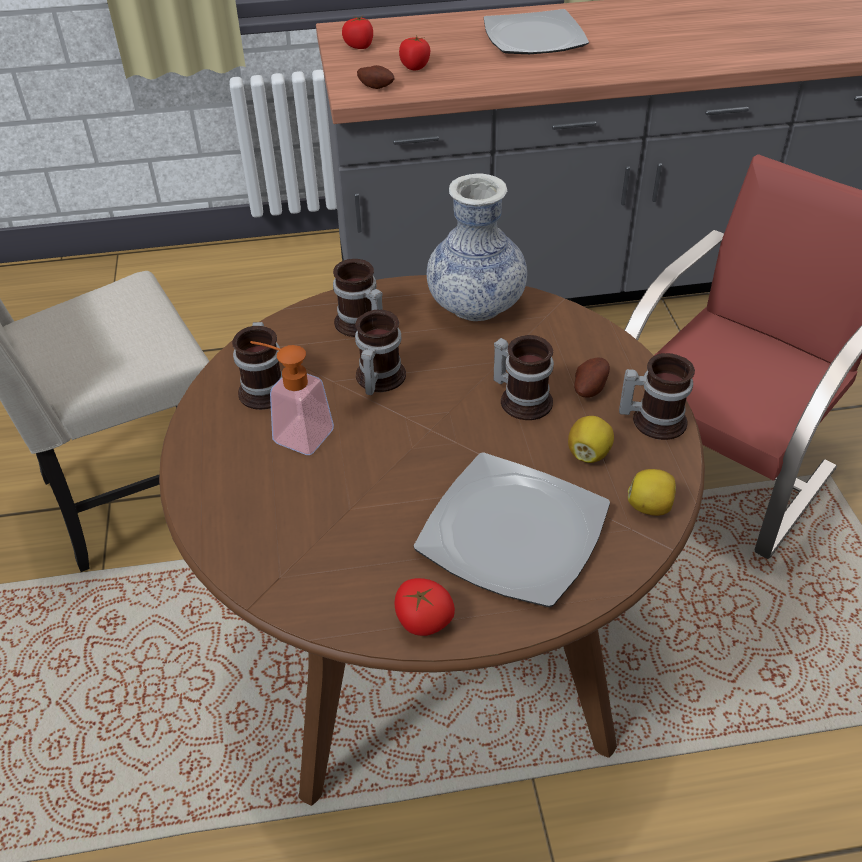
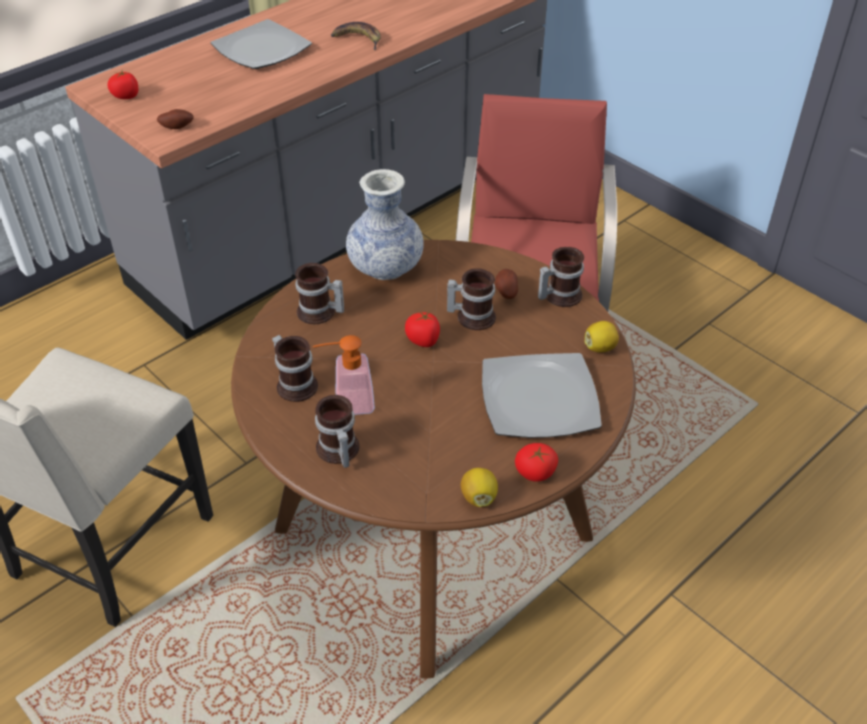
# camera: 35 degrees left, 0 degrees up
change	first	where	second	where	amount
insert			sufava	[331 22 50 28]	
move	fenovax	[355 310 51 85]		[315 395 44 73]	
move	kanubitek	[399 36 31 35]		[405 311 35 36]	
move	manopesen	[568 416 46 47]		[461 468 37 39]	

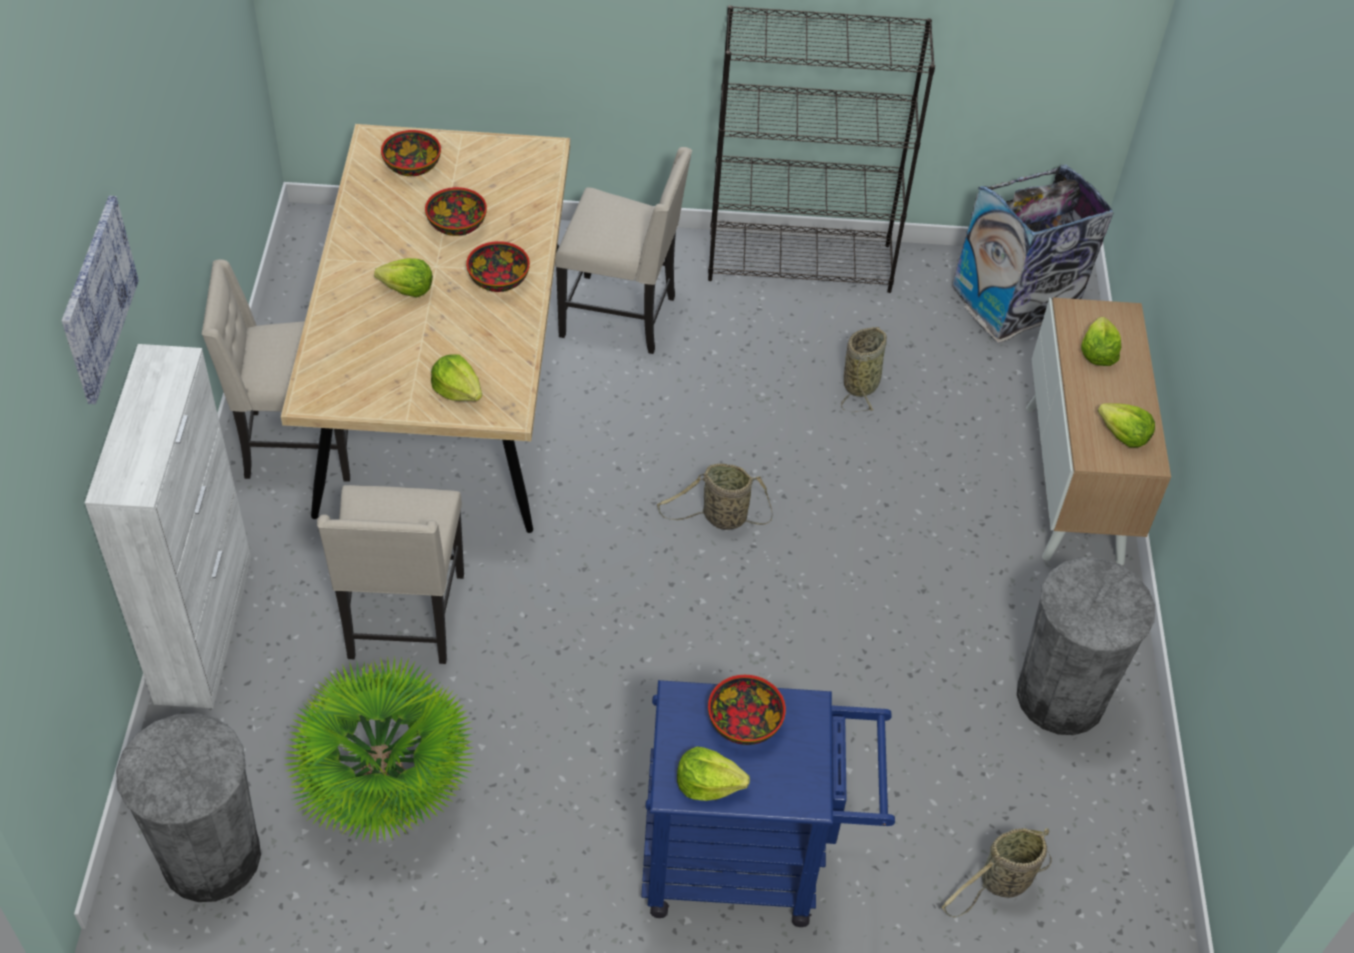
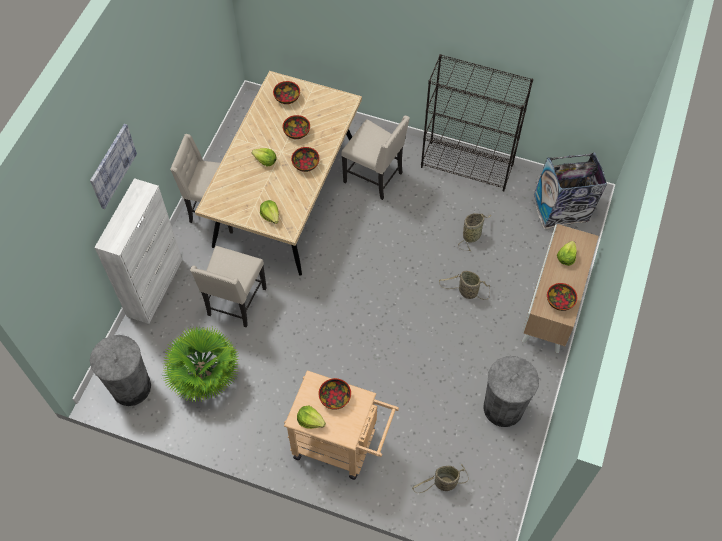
# camera: 20 degrees right, 10 degrees up
change	first	where	second	where	amount
move	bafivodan	[657 464 115 66]		[439 271 51 29]	
replace	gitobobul	[1098 403 57 44]	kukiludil	[547 283 30 28]	
recolor	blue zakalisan	[641 680 254 247]	beige zakalisan	[284 370 115 110]	

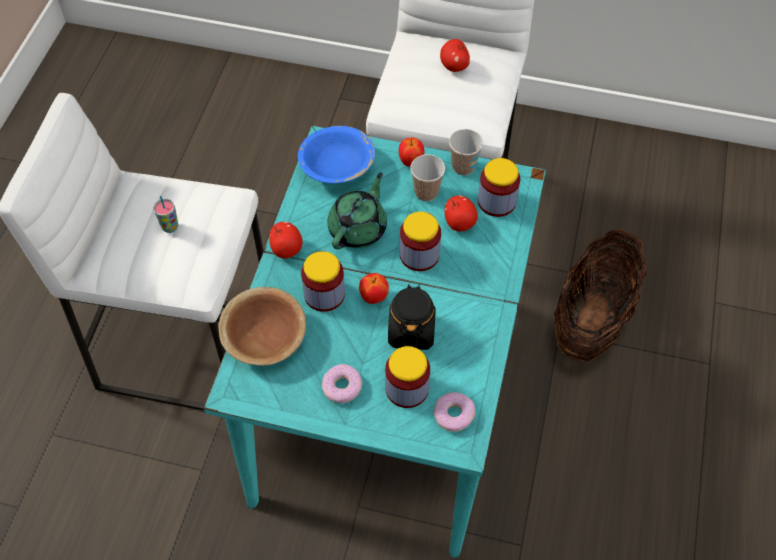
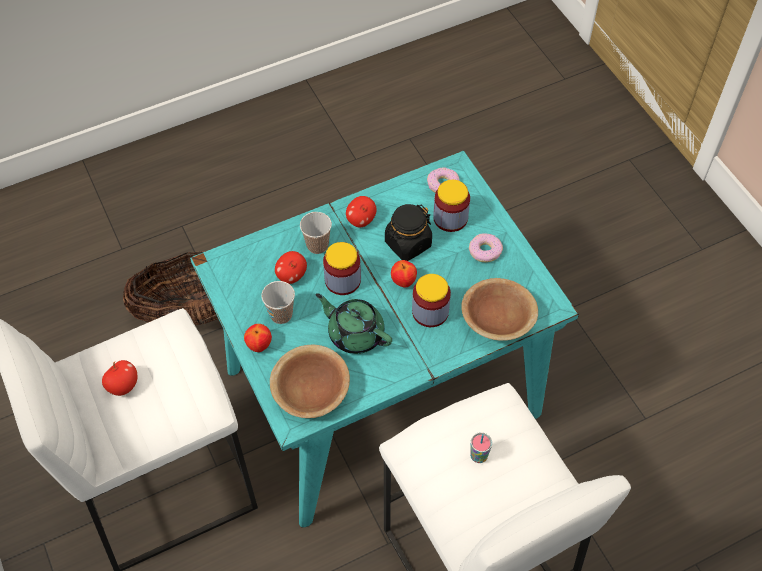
# camera: 130 degrees left, 0 degrees up
change	first	where	second	where	amount
delete	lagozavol	[478 158 42 59]			
move	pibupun	[269 222 33 36]		[346 196 30 31]	
move	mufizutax	[449 129 34 46]		[300 212 32 42]	
recolor	blue kukiludil	[298 126 77 57]	brown kukiludil	[270 345 80 73]	
rotate	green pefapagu	[327 172 60 77]		[316 293 76 61]	45 degrees clockwise

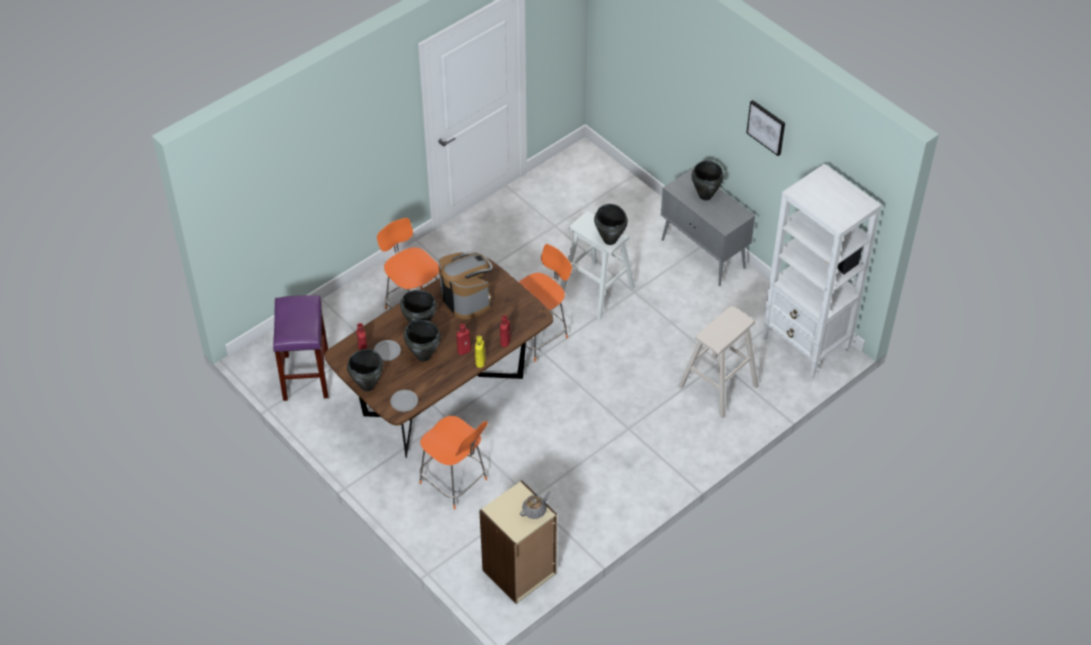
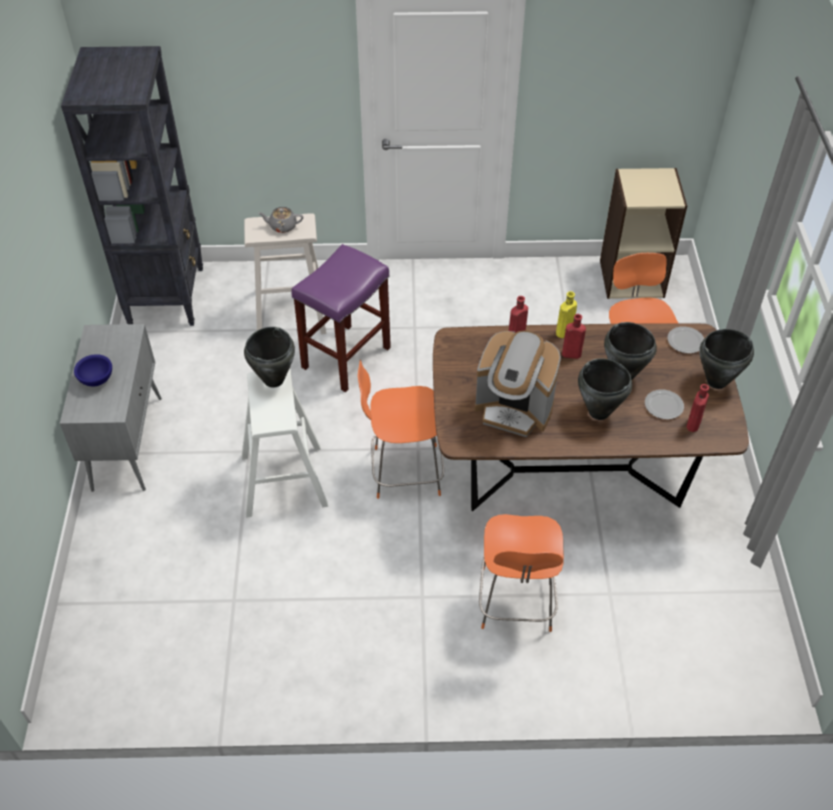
# camera: 140 degrees left, 0 degrees up
change	first	where	second	where	amount
delete	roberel	[746 100 39 56]			
move	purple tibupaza	[273 295 55 106]		[291 244 100 148]	
move	grey pefapagu	[520 491 31 28]		[258 207 45 26]	
replace	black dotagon	[692 160 32 40]	blue kukiludil	[74 354 38 32]	
recolor	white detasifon	[763 164 118 214]	black detasifon	[61 46 142 280]	
rotate	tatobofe	[438 252 55 68]		[475 330 86 107]	75 degrees counterclockwise

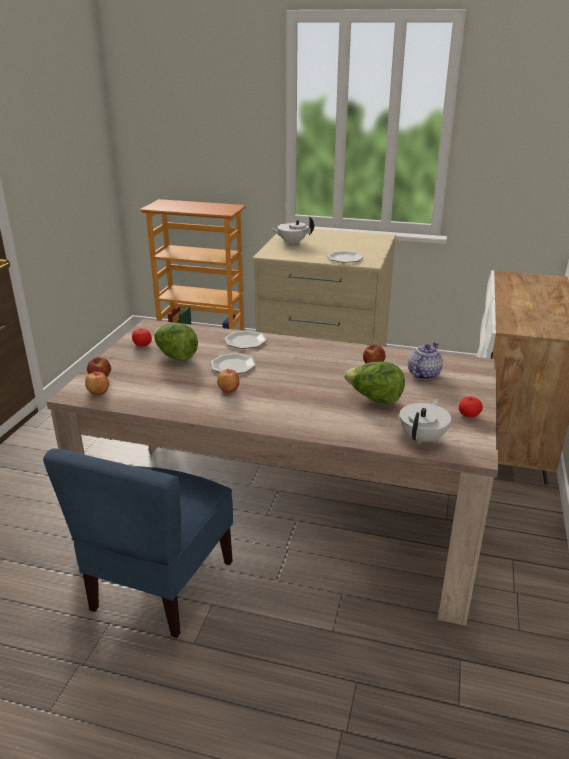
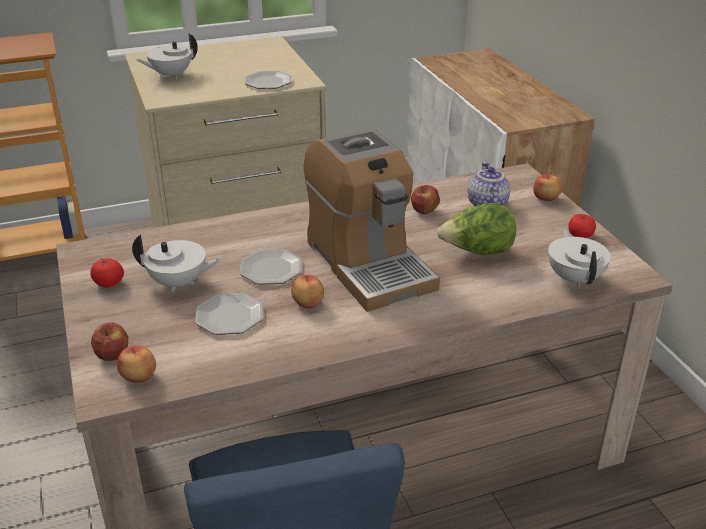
# camera: 35 degrees left, 5 degrees up
change	first	where	second	where	amount
insert			tatobofe	[304 128 136 184]	
insert			pibupun	[533 174 29 27]	
move	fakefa	[224 330 43 19]		[195 293 68 42]	
replace	gitobobul	[154 323 44 38]	white pefapagu	[132 234 90 58]	

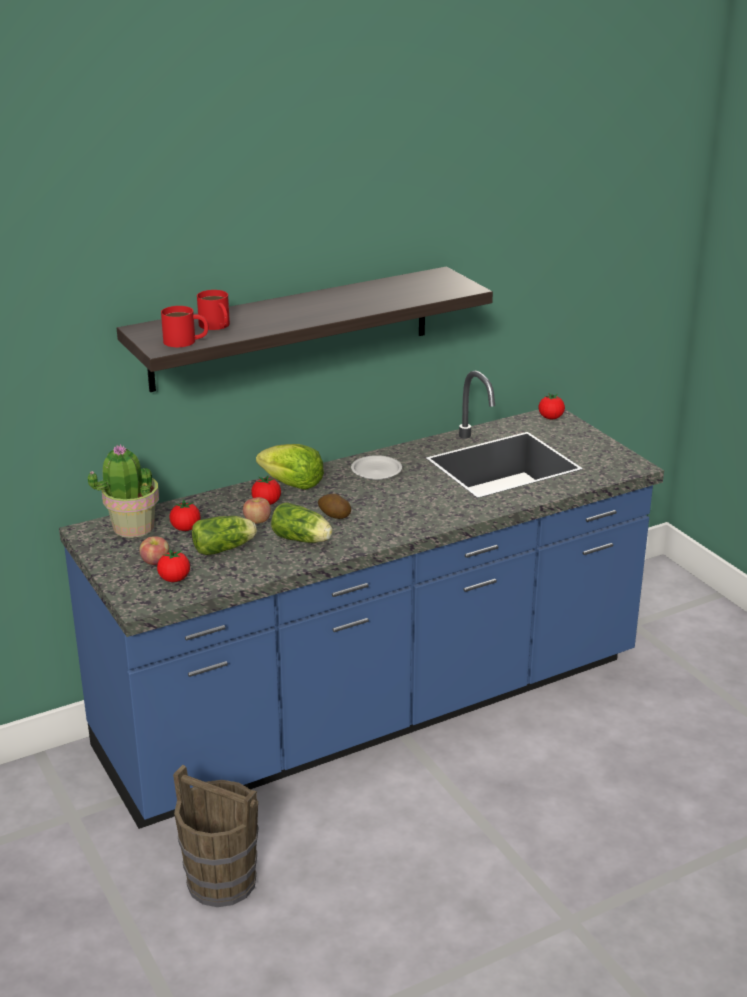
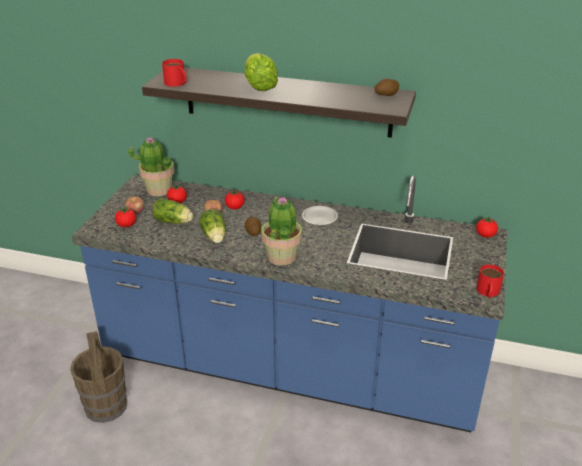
# camera: 45 degrees right, 5 degrees up
change	first	where	second	where	amount
insert			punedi	[261 196 41 70]	
insert			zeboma	[375 78 24 18]	
move	red fenovax	[197 290 33 40]		[476 264 28 34]	
move	gitobobul	[256 444 68 46]		[245 53 33 38]	

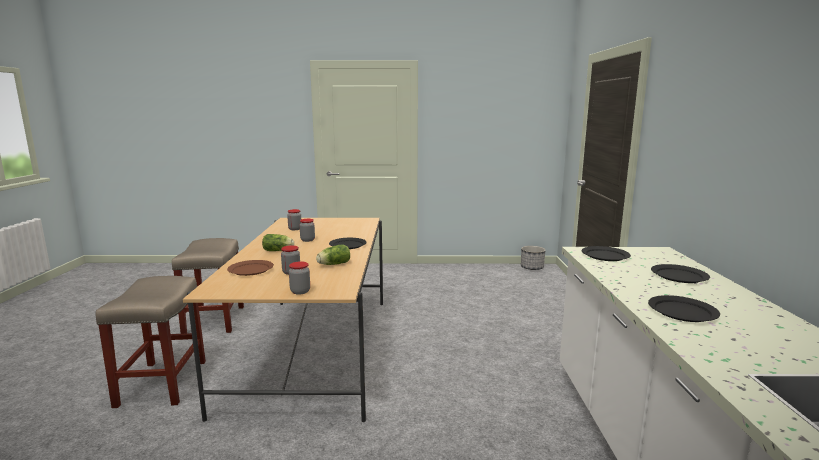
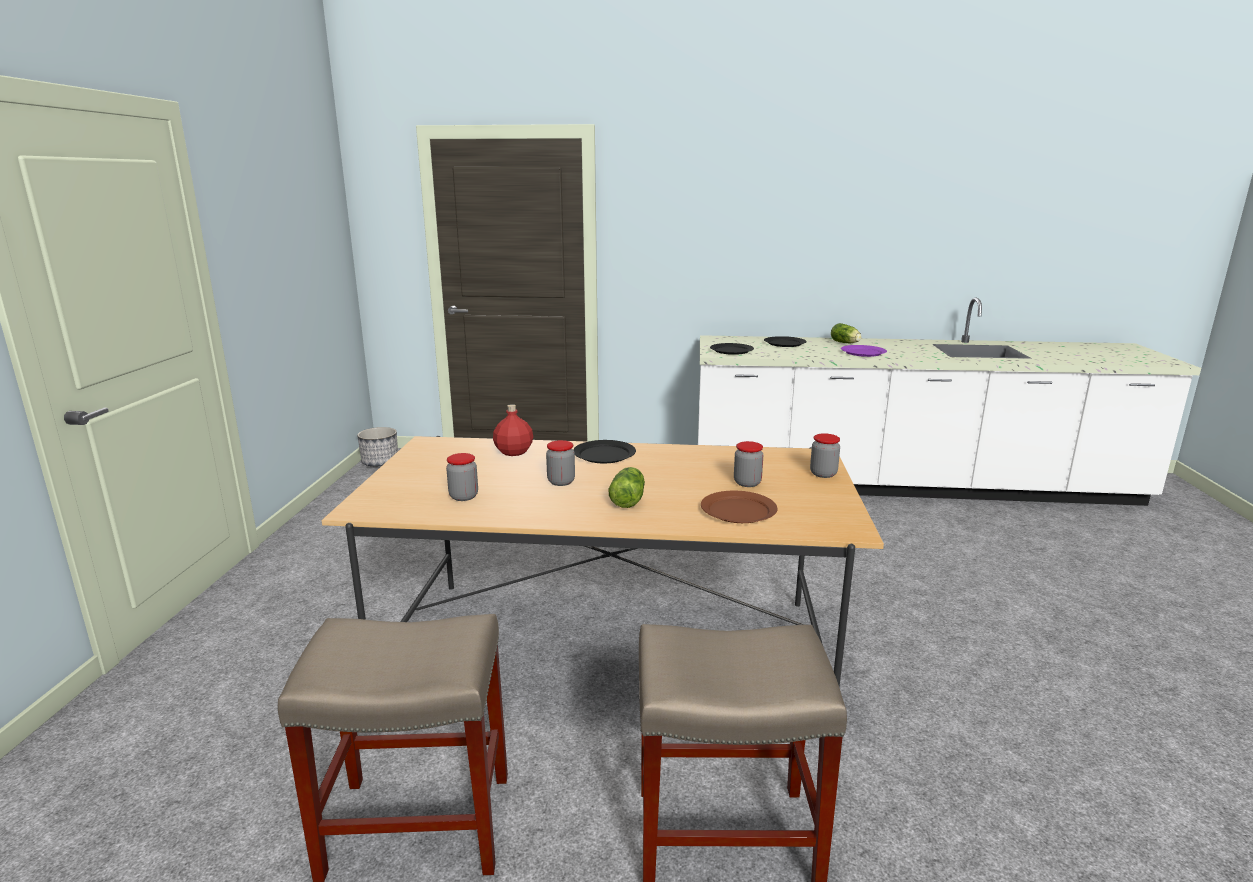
# camera: 85 degrees left, 5 degrees up
change	first	where	second	where	amount
insert			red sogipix	[493 404 40 52]	
move	gitobobul	[316 245 34 20]		[831 323 31 20]	
recolor	black fakefa	[648 295 72 27]	purple fakefa	[841 345 46 12]	

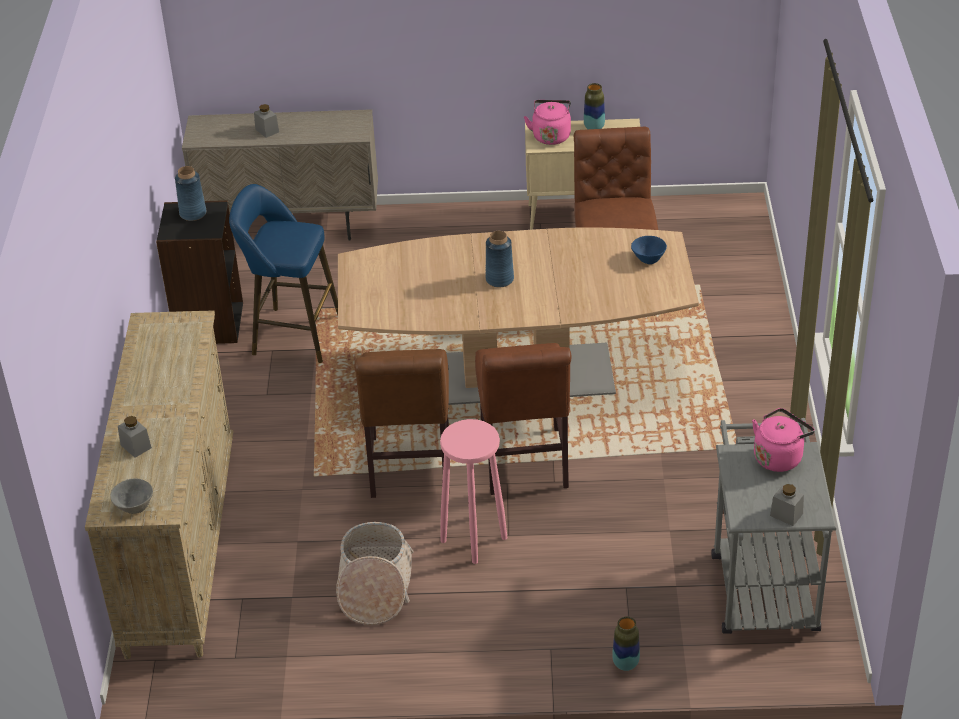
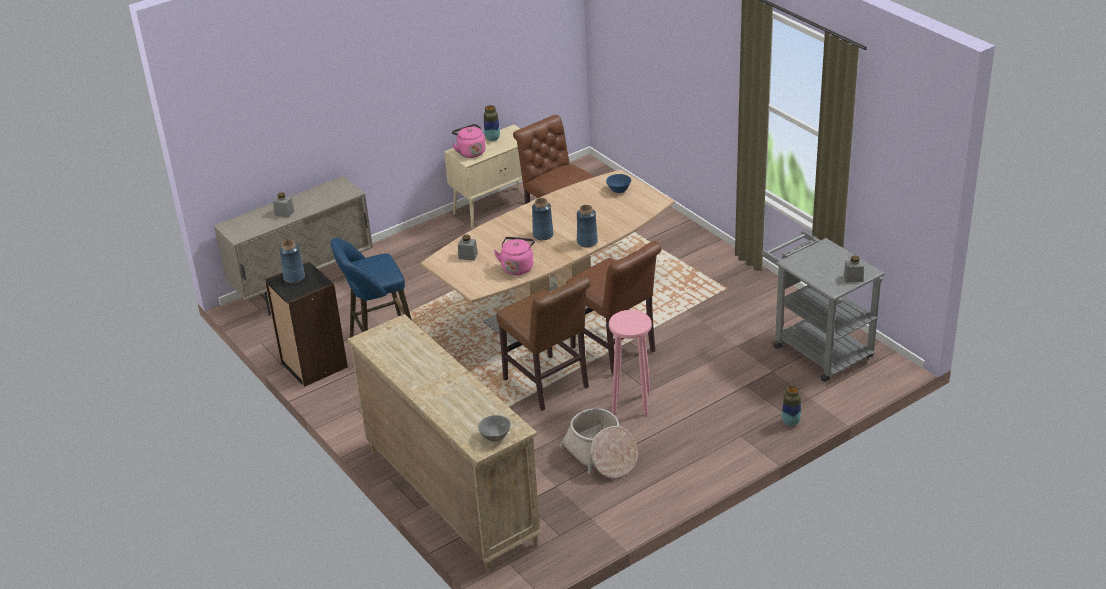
# camera: 35 degrees left, 5 degrees down
change	first	where	second	where	amount
insert			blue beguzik	[577 205 21 42]	
move	grey lagozavol	[118 416 34 42]		[458 235 20 26]	
move	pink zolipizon	[752 408 63 64]		[494 237 41 38]	

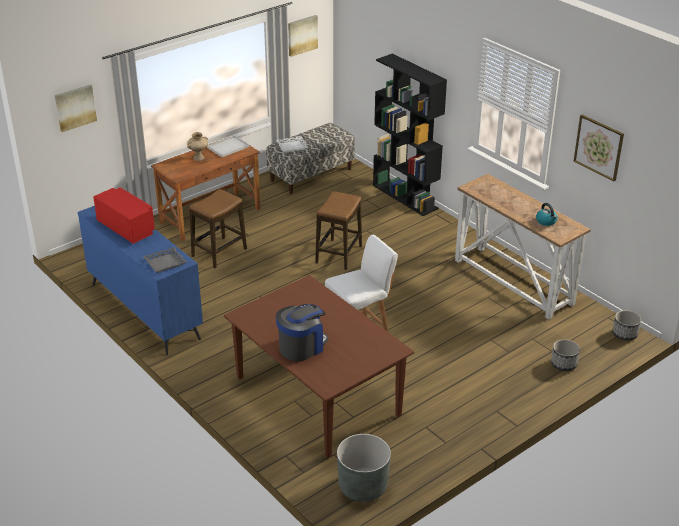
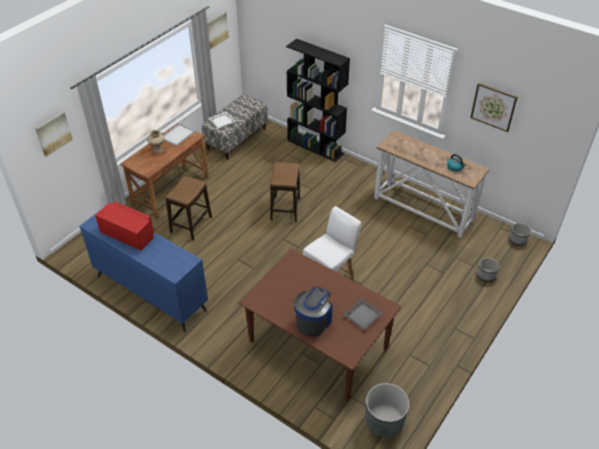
# camera: 15 degrees left, 10 degrees up
change	first	where	second	where	amount
move	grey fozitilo	[143 247 44 26]		[343 298 40 32]	

